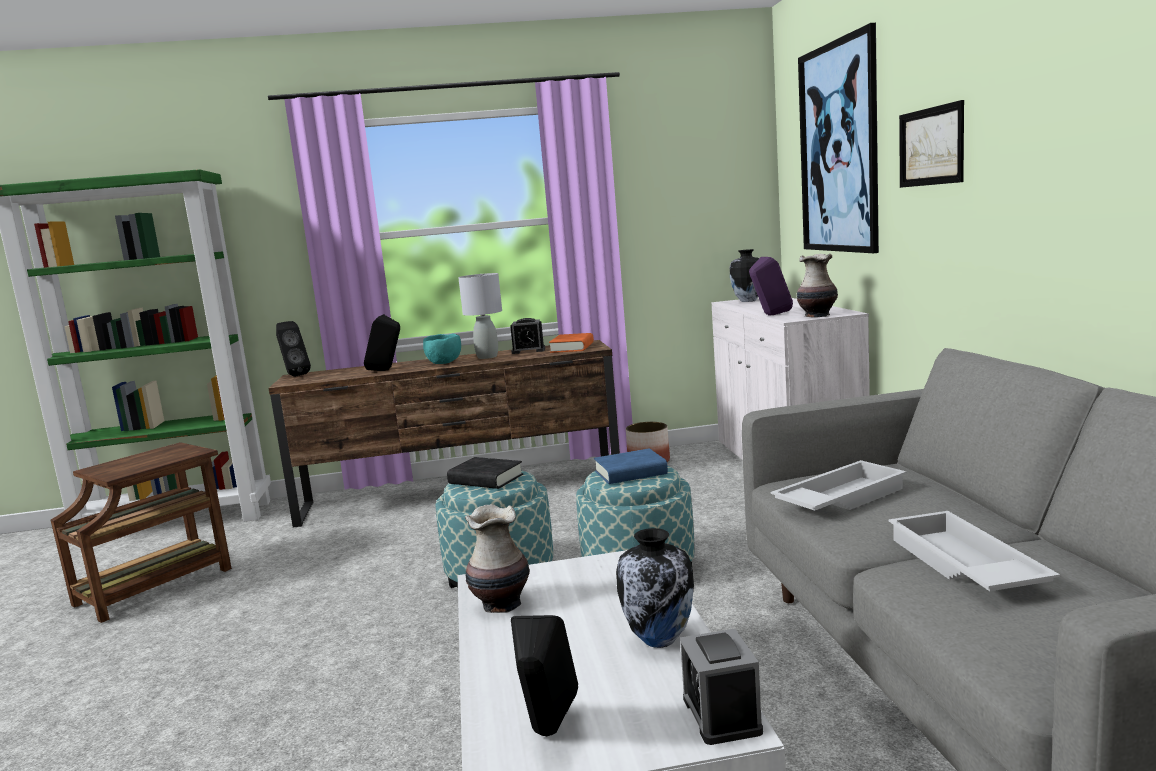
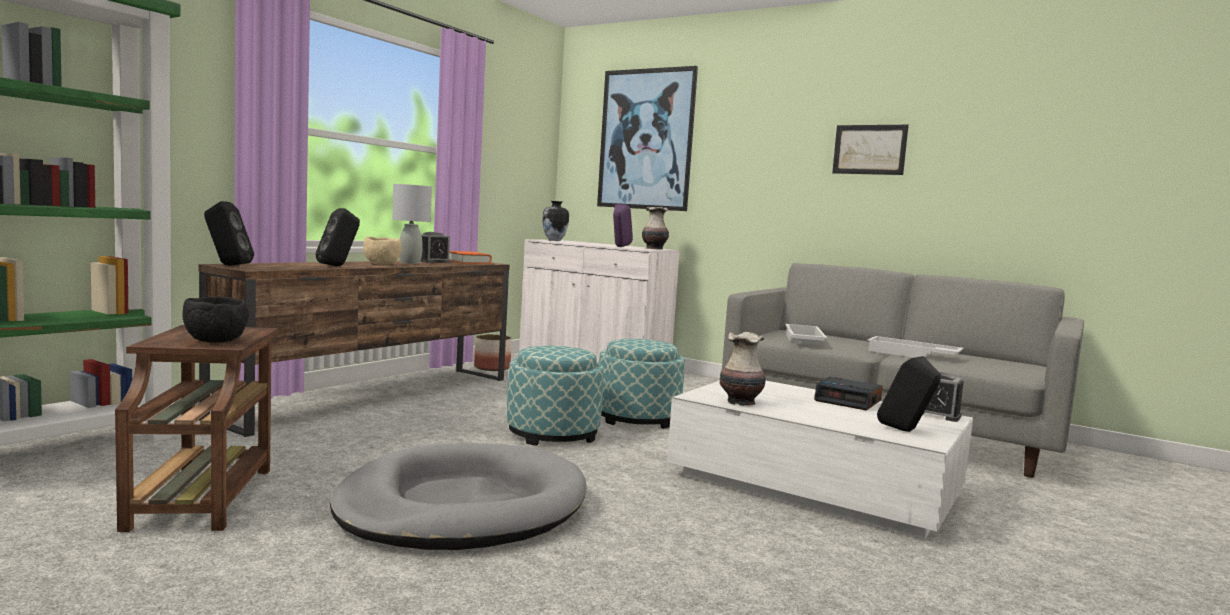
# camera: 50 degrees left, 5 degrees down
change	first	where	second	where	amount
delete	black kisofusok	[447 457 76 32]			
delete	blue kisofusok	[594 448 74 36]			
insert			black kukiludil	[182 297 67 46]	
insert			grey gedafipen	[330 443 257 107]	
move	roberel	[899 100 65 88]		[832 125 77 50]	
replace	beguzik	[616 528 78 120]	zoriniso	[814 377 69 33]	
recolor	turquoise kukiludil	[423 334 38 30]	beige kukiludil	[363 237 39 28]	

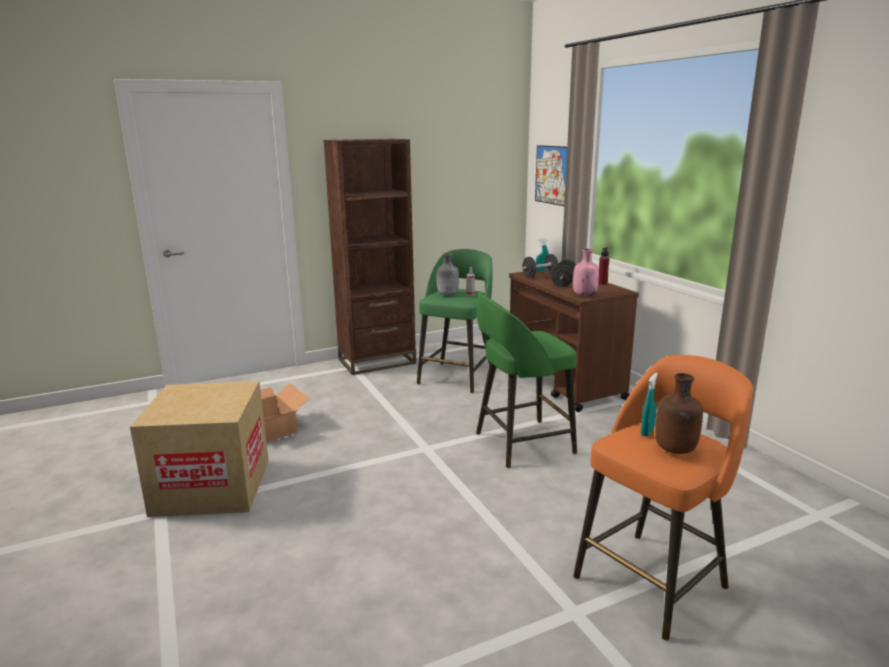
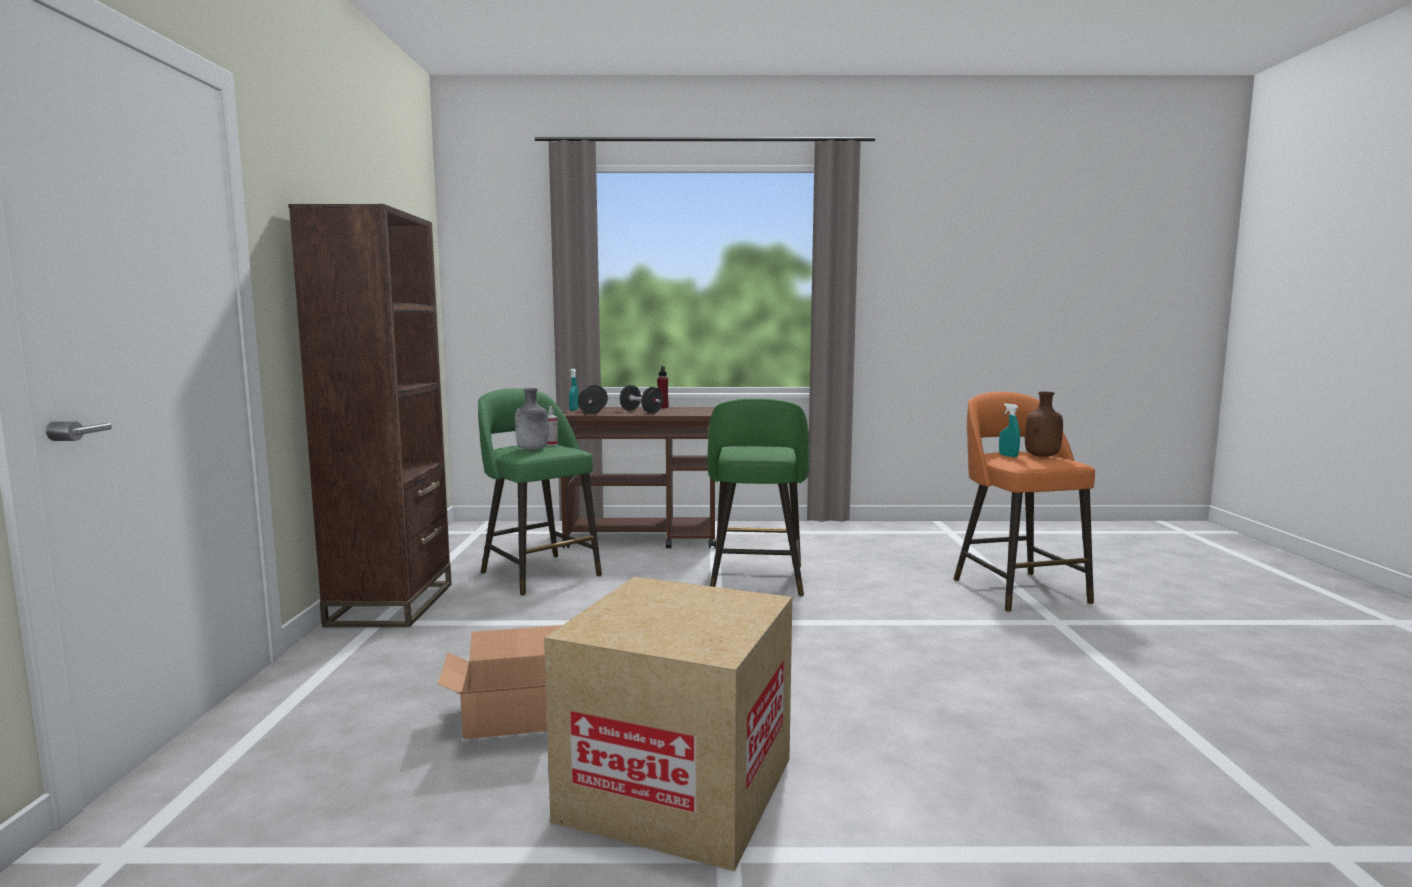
# camera: 65 degrees left, 10 degrees down
change	first	where	second	where	amount
delete	roberel	[535 145 32 61]			
delete	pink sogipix	[573 249 26 47]			

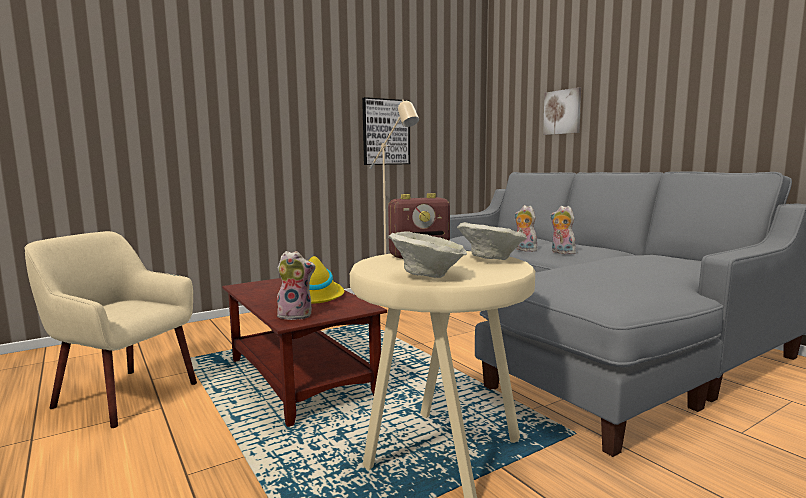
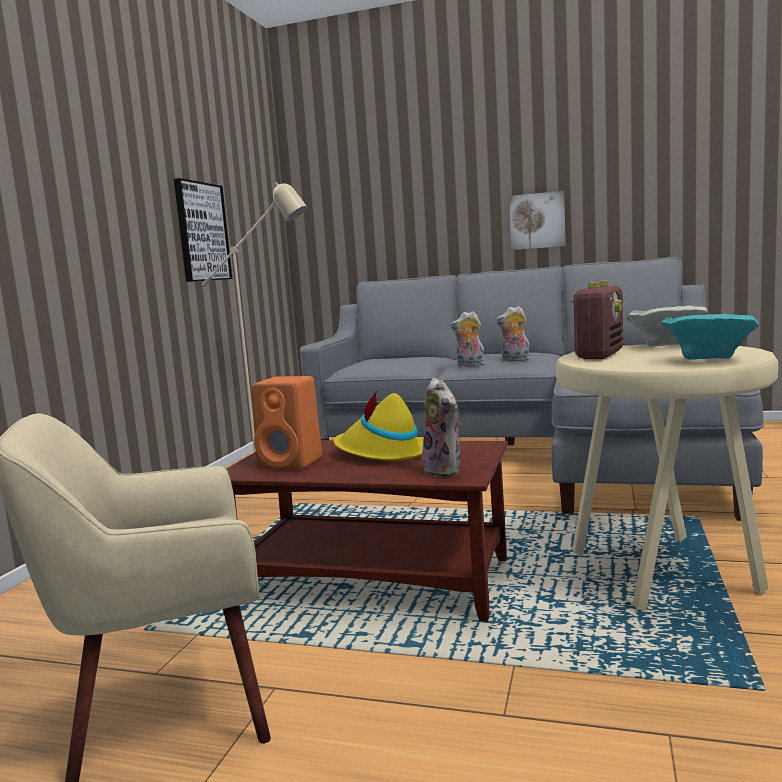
# camera: 40 degrees left, 0 degrees up
change	first	where	second	where	amount
insert			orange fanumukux	[252 376 70 94]	
move	roberel	[543 87 39 48]		[509 191 57 59]	
recolor	beige kukiludil	[388 231 79 47]	turquoise kukiludil	[661 314 98 46]	
rotate	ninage	[277 251 38 69]		[422 378 39 99]	105 degrees clockwise

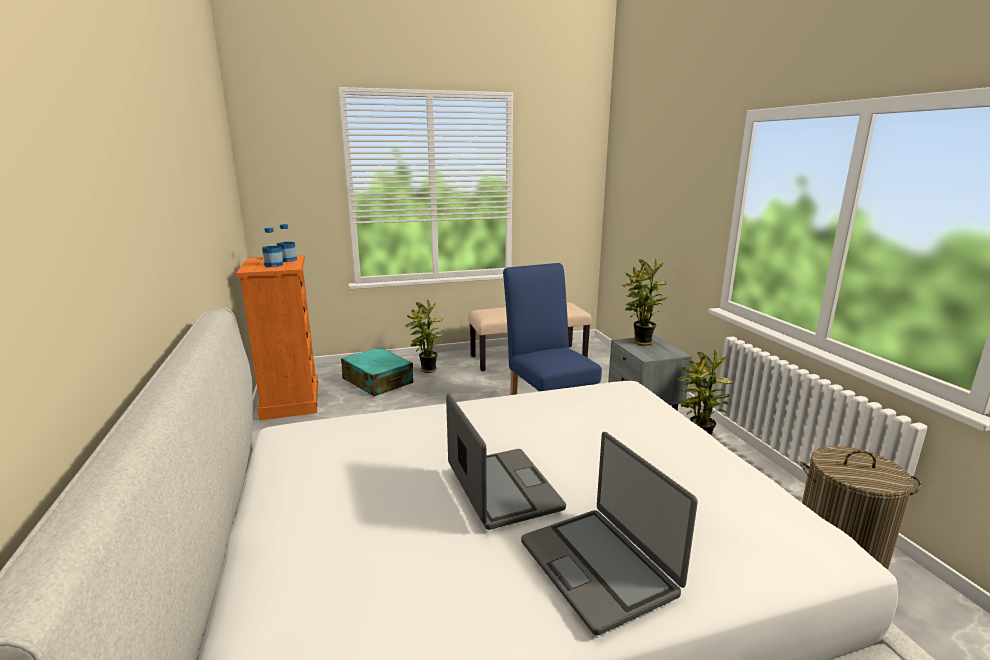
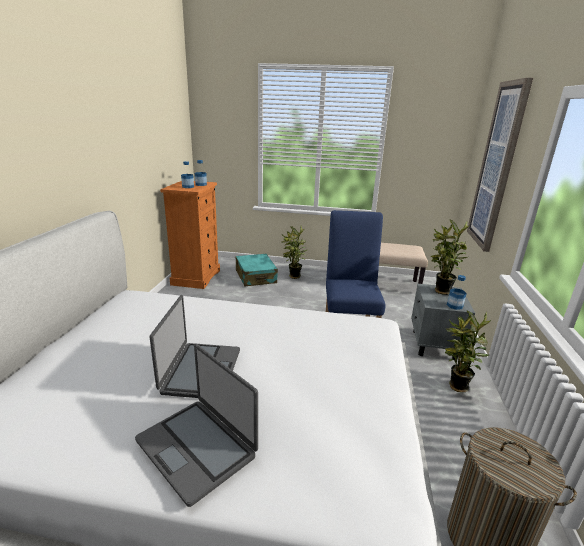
# camera: 25 degrees right, 5 degrees up
change	first	where	second	where	amount
insert			sogipix	[447 275 20 35]	
insert			roberel	[467 78 66 174]	
rotate	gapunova	[521 432 177 203]		[135 344 123 163]	45 degrees counterclockwise

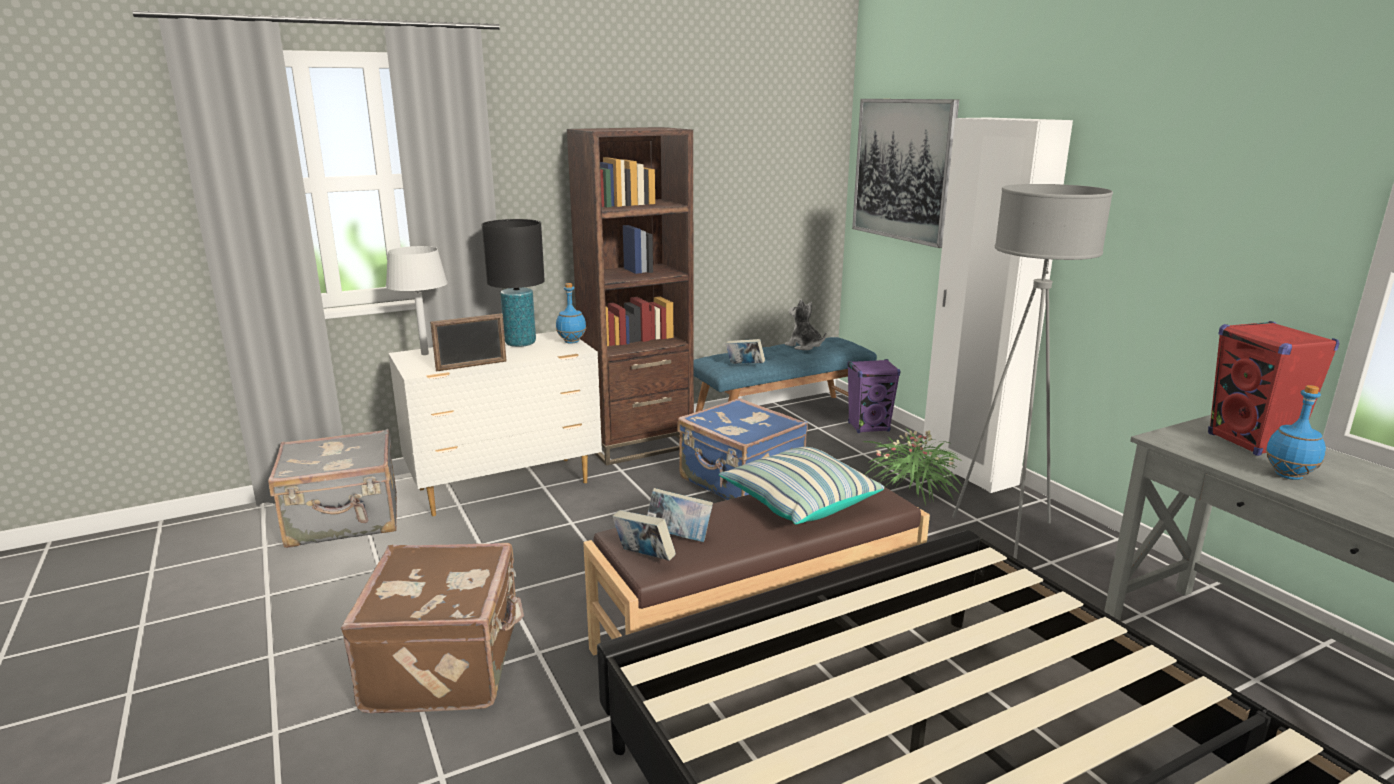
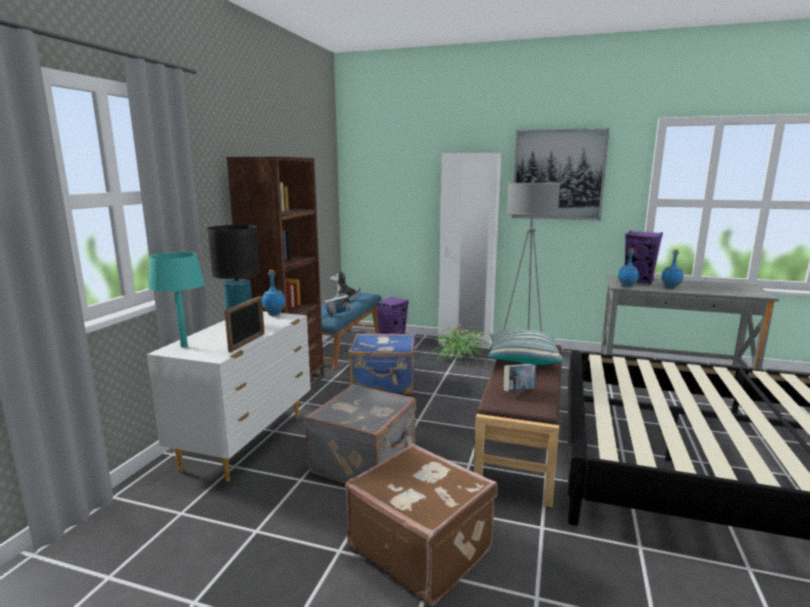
# camera: 45 degrees left, 5 degrees down
change	first	where	second	where	amount
delete	kisofusok	[612 510 64 51]			
insert			blue sogipix	[618 248 21 39]	
move	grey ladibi	[268 429 129 119]		[304 384 112 100]	
move	roberel	[852 99 107 149]		[512 128 97 92]	
recolor	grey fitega	[386 246 62 109]	turquoise fitega	[148 252 57 96]	
recolor	red fanumukux	[1208 321 132 135]	purple fanumukux	[625 231 38 54]	

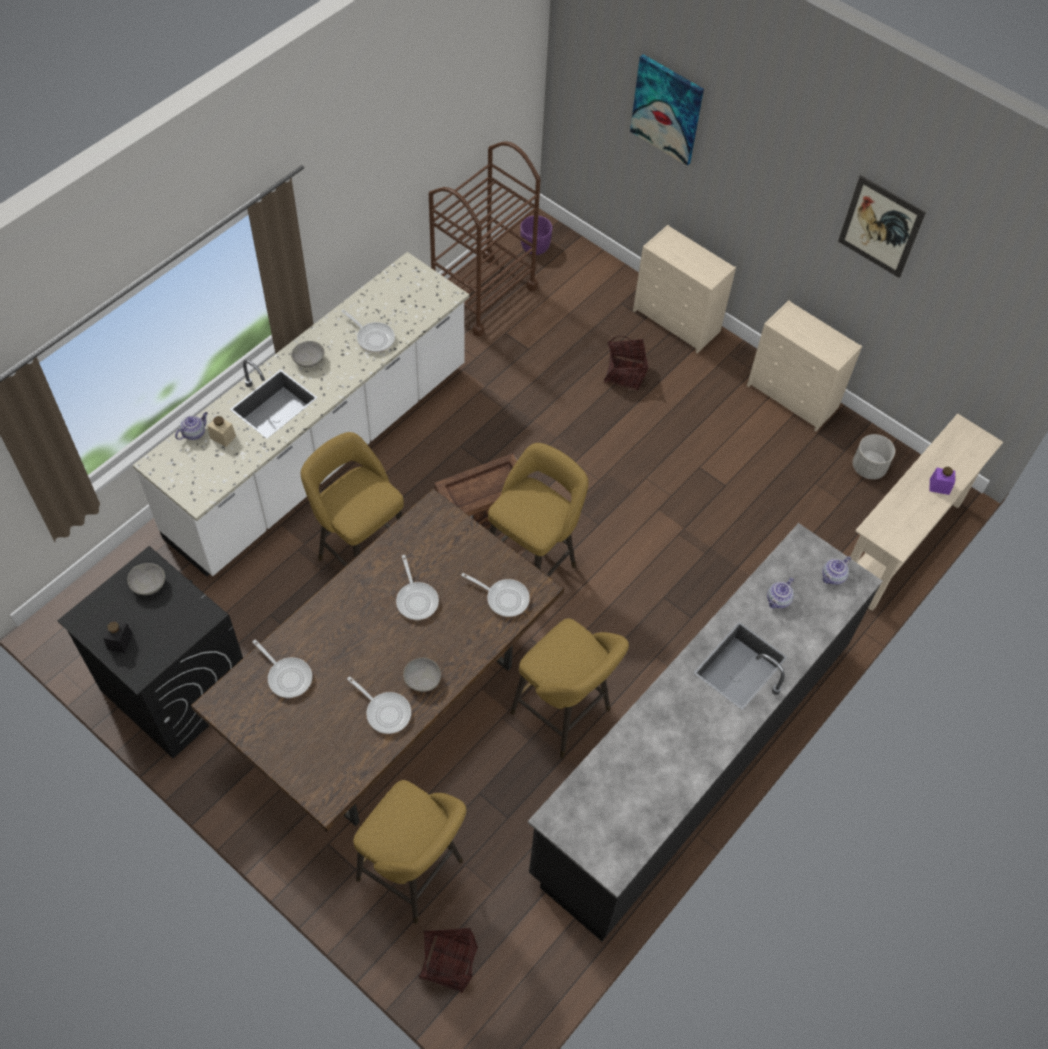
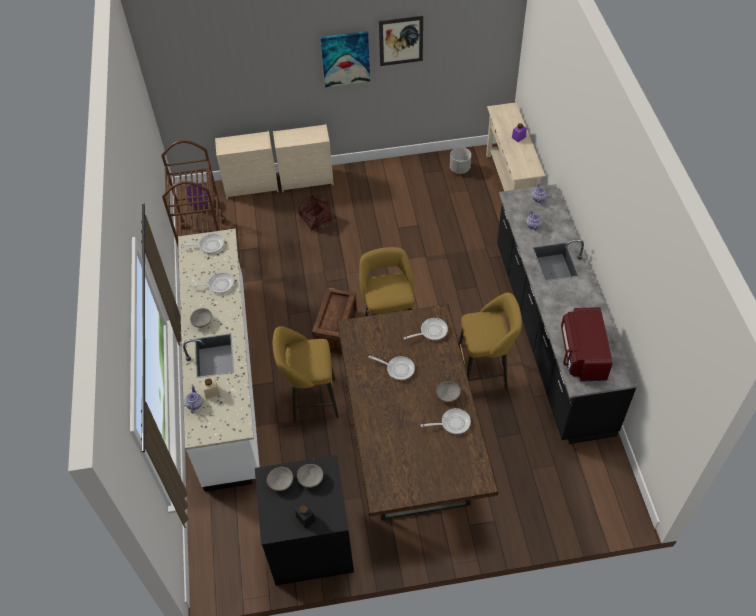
# camera: 45 degrees left, 5 degrees down
change	first	where	second	where	amount
delete	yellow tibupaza	[353 780 114 144]			
delete	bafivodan	[419 928 59 65]			
insert			grey kukiludil	[297 464 26 24]	
insert			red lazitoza	[561 307 52 75]	
move	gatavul	[253 640 59 58]		[180 234 44 20]	
move	roberel	[630 54 74 112]		[320 31 50 56]	
move	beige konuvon	[747 300 115 131]		[215 131 63 68]	

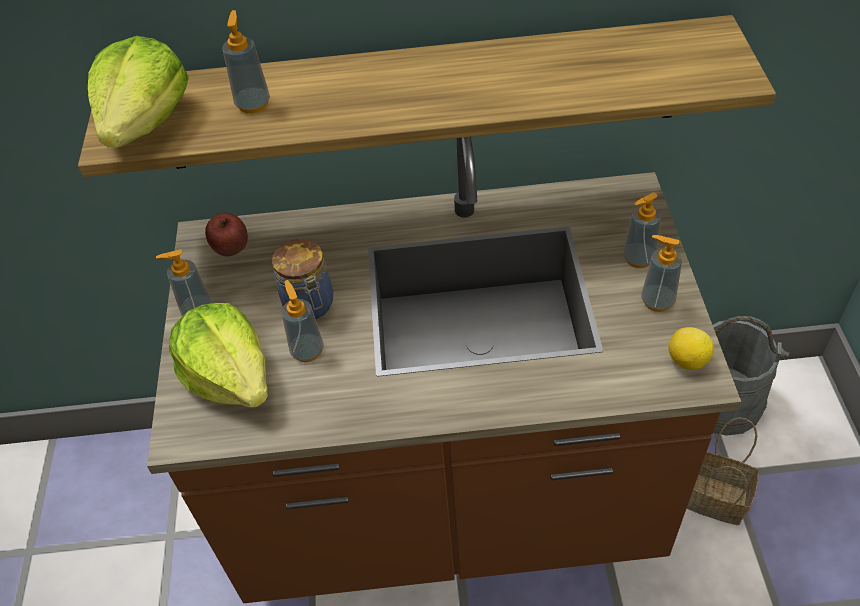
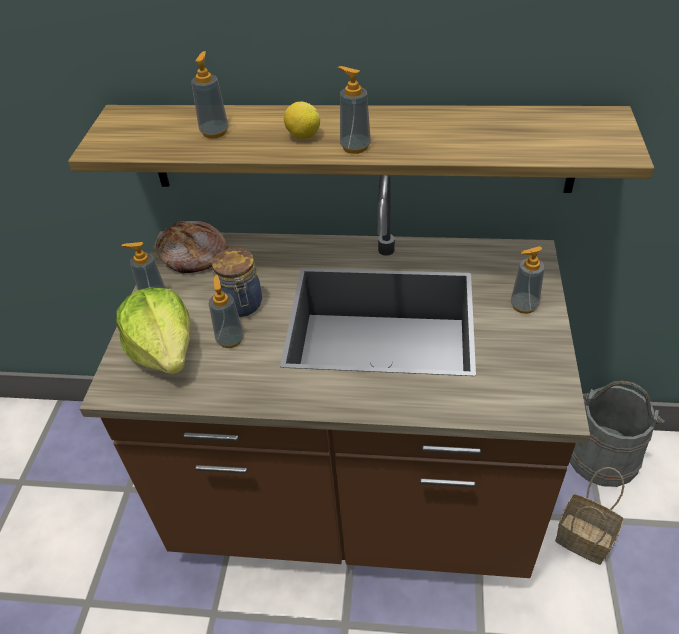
# camera: 10 degrees right, 5 degrees down
change	first	where	second	where	amount
delete	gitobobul	[88 36 101 112]			
move	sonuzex	[641 235 41 77]		[338 66 33 88]	
move	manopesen	[668 327 46 43]		[284 101 36 38]	
replace	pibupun	[205 213 43 43]	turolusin	[156 221 72 53]	

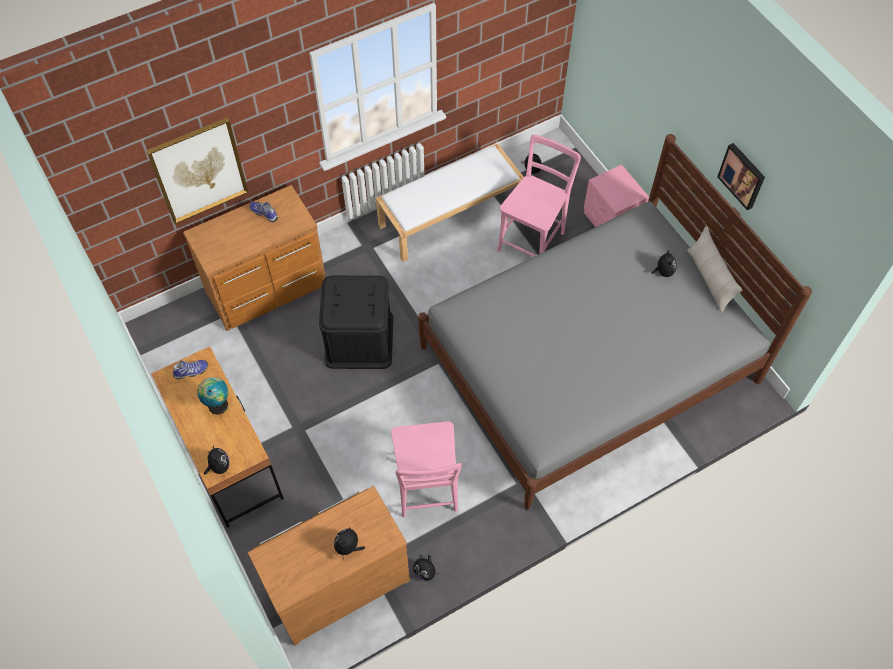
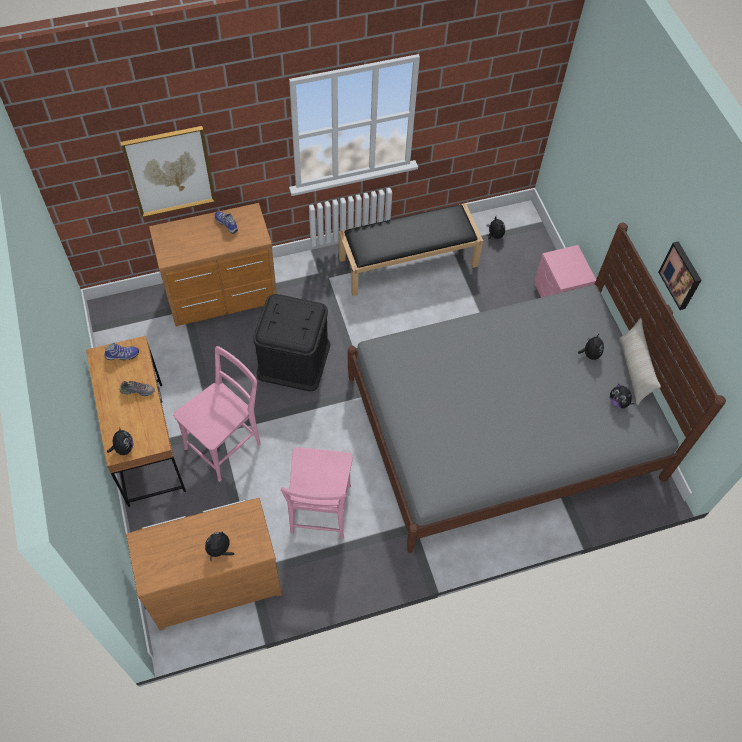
# camera: 10 degrees right, 0 degrees up
change	first	where	second	where	amount
move	ninage	[413 555 26 26]		[610 384 25 24]	
move	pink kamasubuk	[497 135 84 122]		[173 346 88 136]	
replace	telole	[197 377 31 38]	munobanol	[119 381 36 15]	
recolor	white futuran	[376 144 148 118]	black futuran	[339 203 144 93]	

